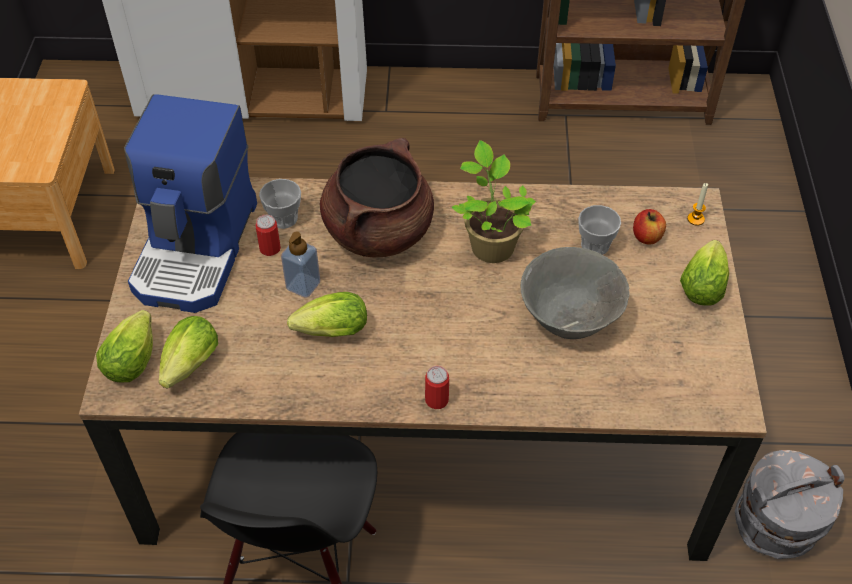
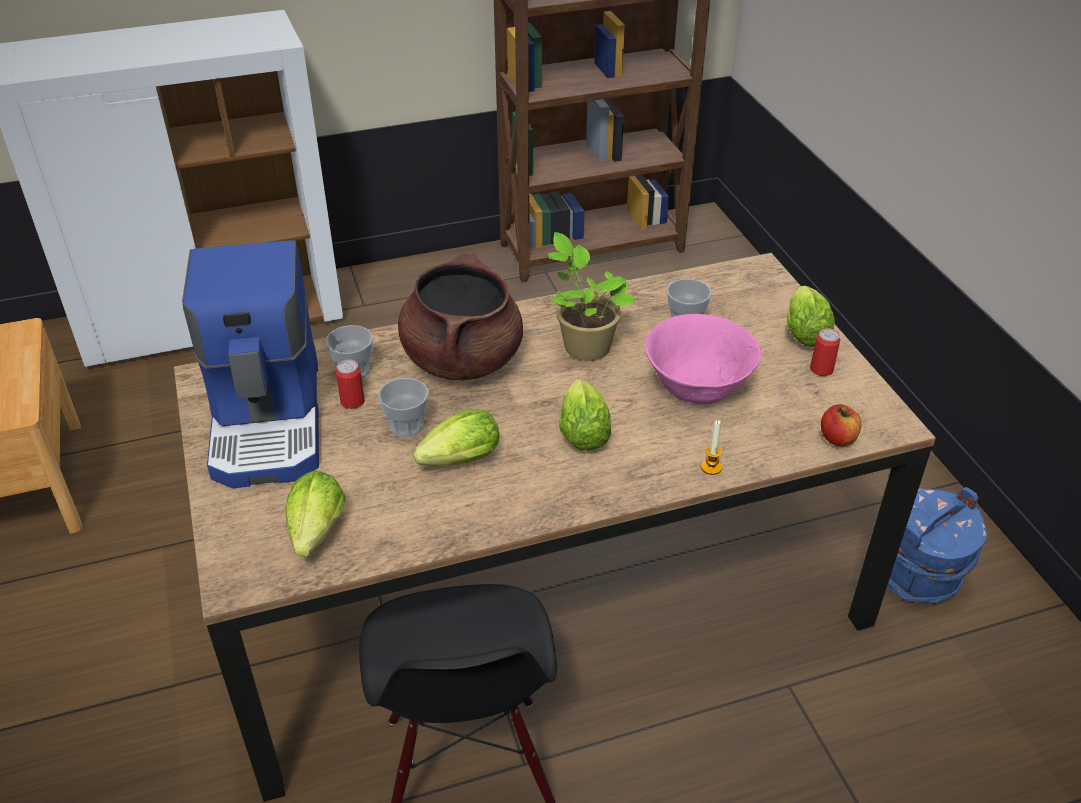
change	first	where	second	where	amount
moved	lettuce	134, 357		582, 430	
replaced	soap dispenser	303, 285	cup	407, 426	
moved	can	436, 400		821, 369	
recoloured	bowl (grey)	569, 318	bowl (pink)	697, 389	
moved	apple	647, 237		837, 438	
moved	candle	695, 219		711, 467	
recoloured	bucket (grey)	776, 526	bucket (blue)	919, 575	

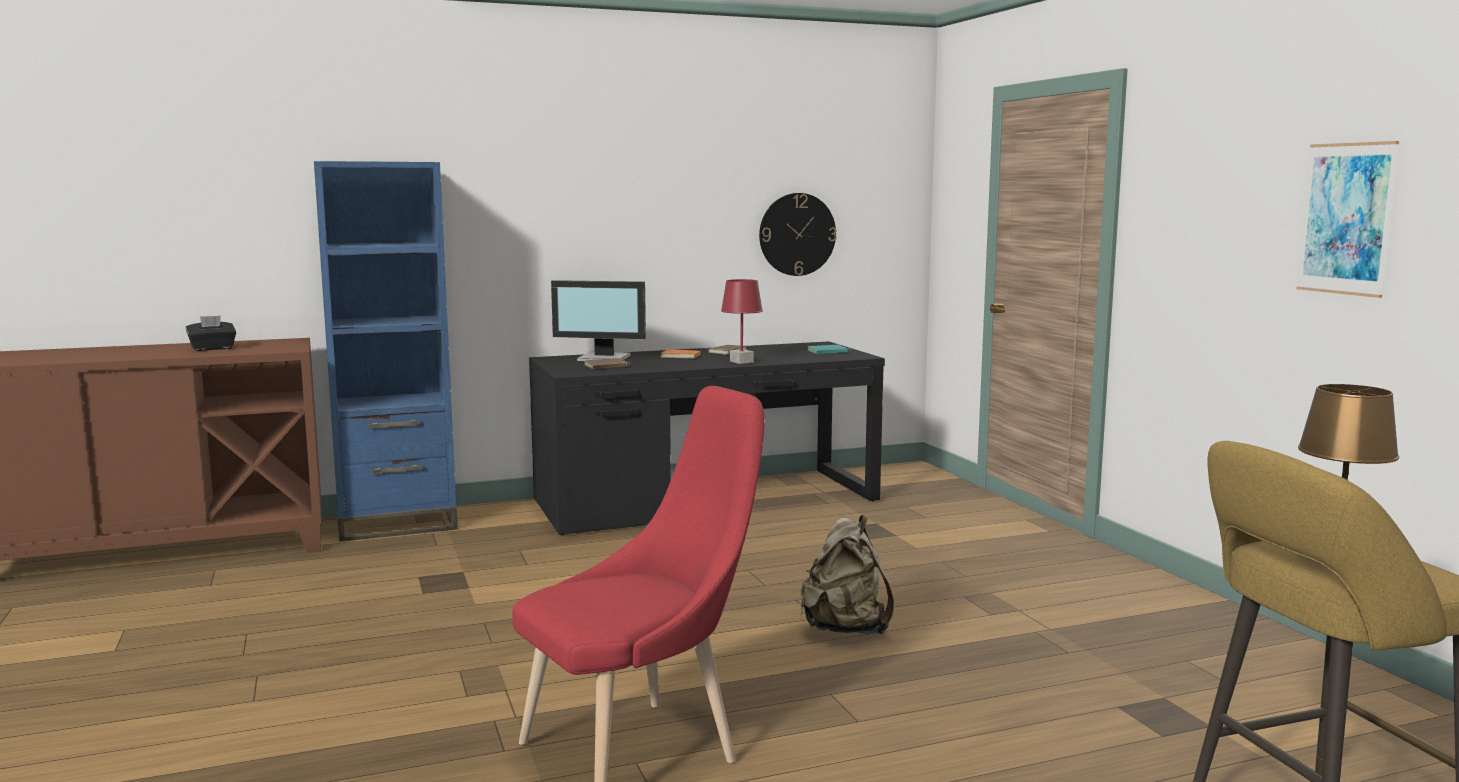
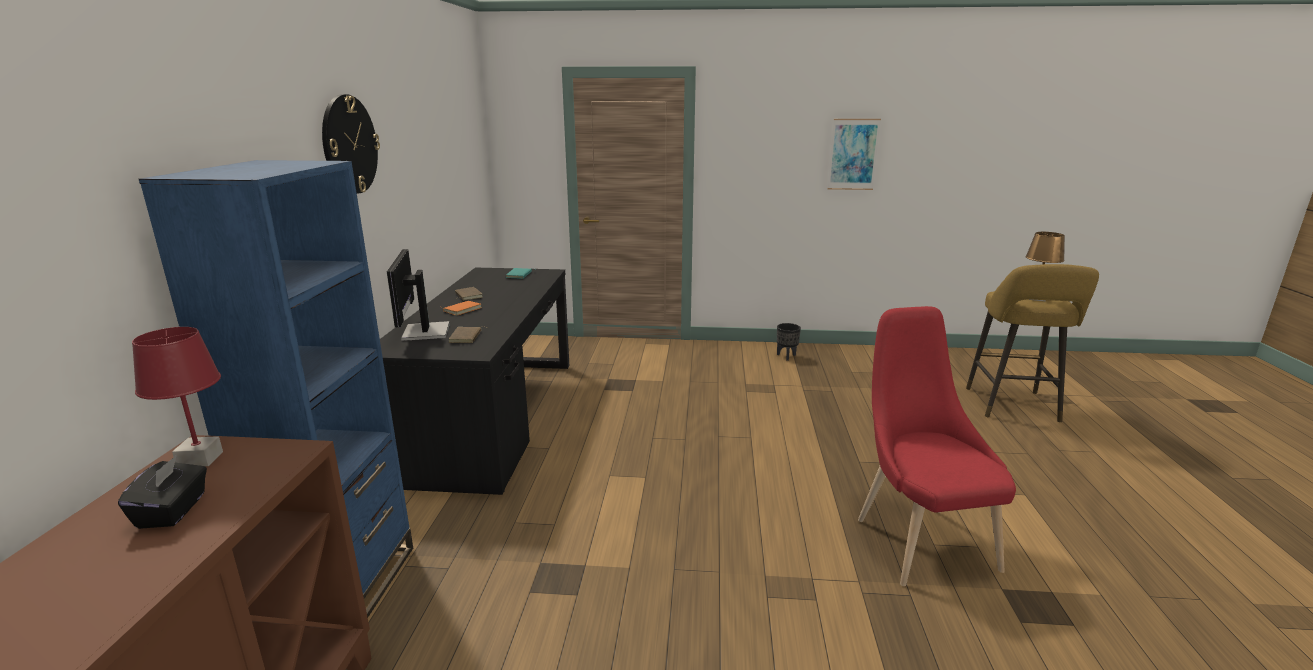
change	first	where	second	where	amount
turned	monitor	604, 358		423, 332	135 degrees clockwise
moved	table lamp (red)	741, 362		199, 460	
moved	wall clock	797, 234		349, 144	
removed	backpack (beige)	845, 629			
added			planter (black)	786, 356	

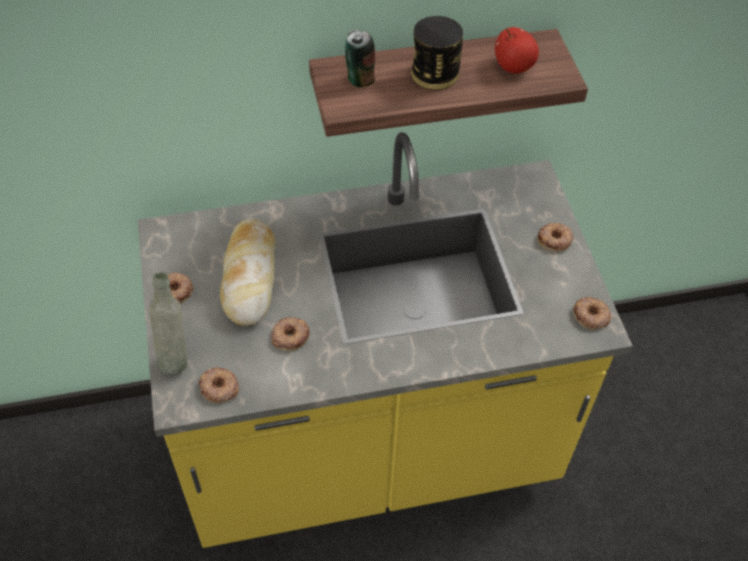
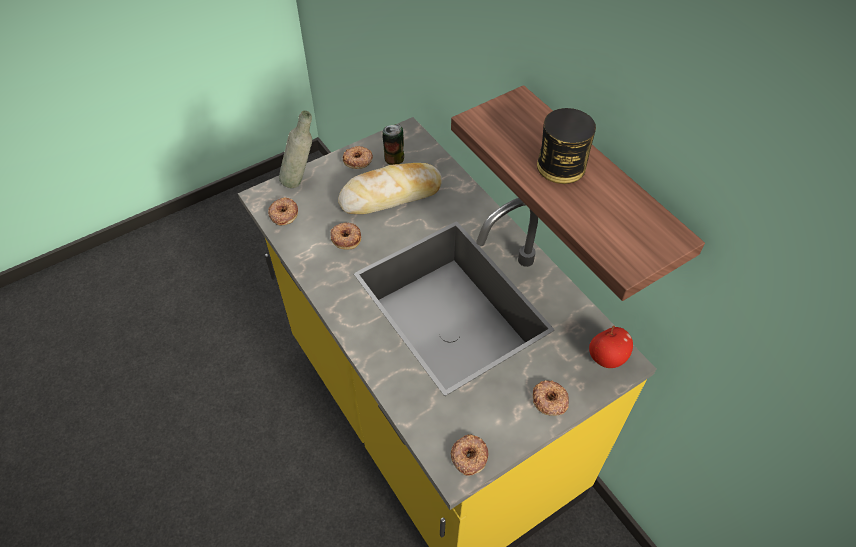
change	first	where	second	where	amount
moved	can	359, 79		394, 158	
moved	apple	513, 67		607, 357	

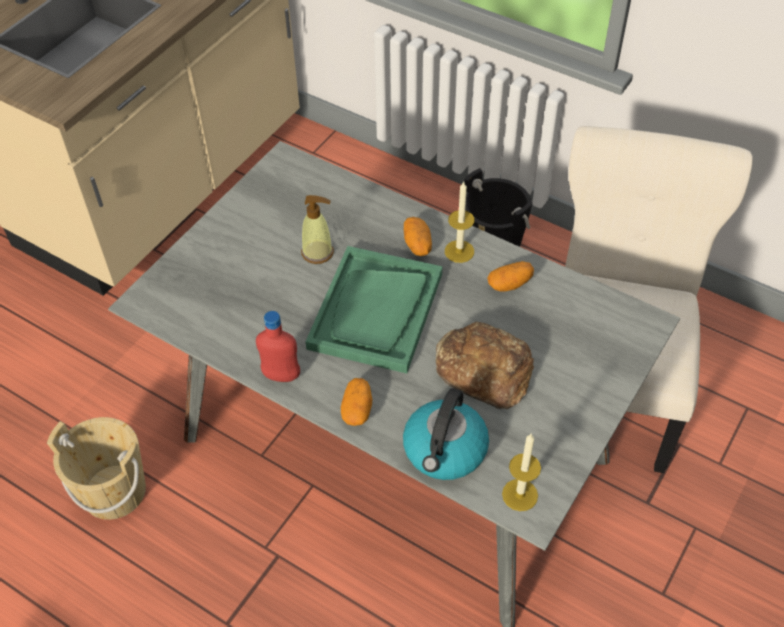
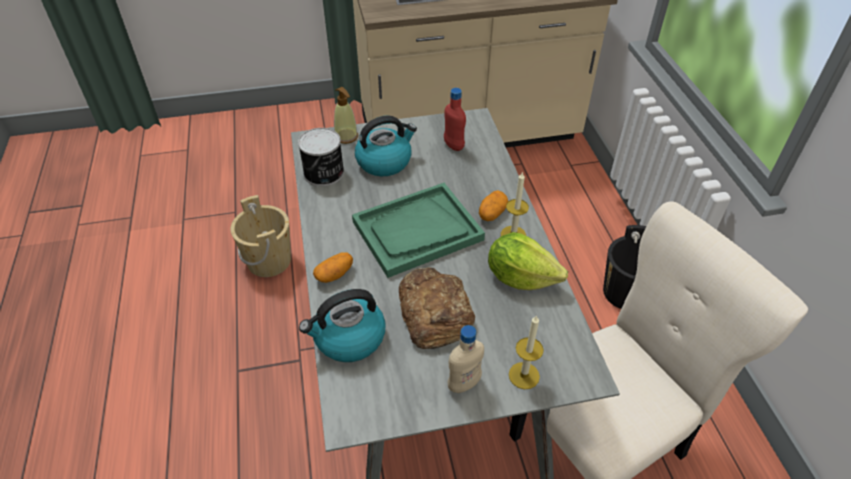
change	first	where	second	where	amount
moved	bottle (red)	281, 375		453, 146	
moved	soap dispenser	318, 252		346, 137	
replaced	potato	509, 284	lettuce	520, 277	
moved	candle	520, 495		524, 375	
added			can	324, 173	
added			kettle	384, 161	
added			bottle (beige)	464, 384	

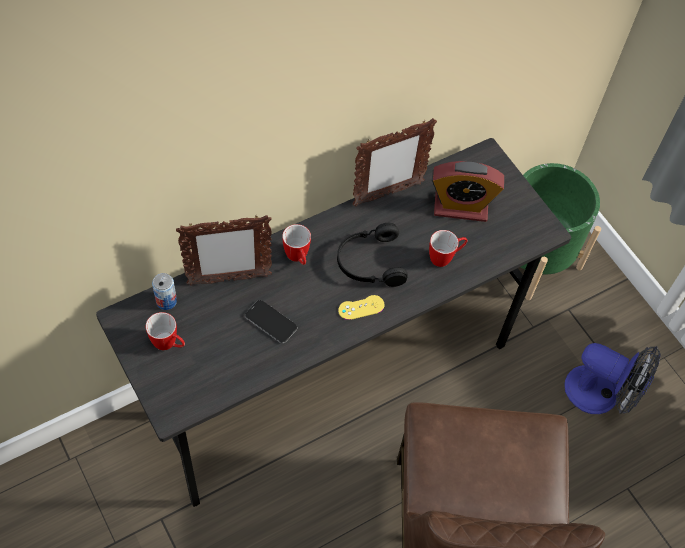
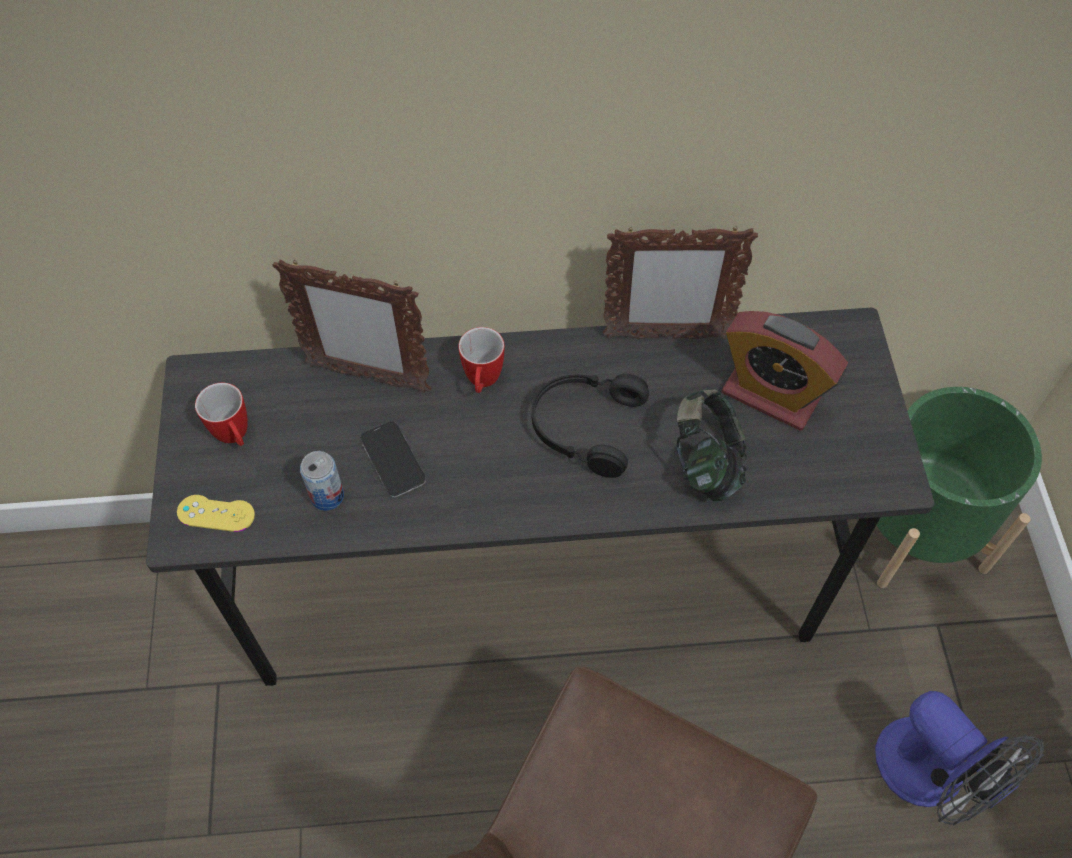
change	first	where	second	where	amount
moved	can	166, 301		327, 496	
moved	game controller (yellow)	361, 307		216, 513	
replaced	mug	445, 258	headphones	706, 462	

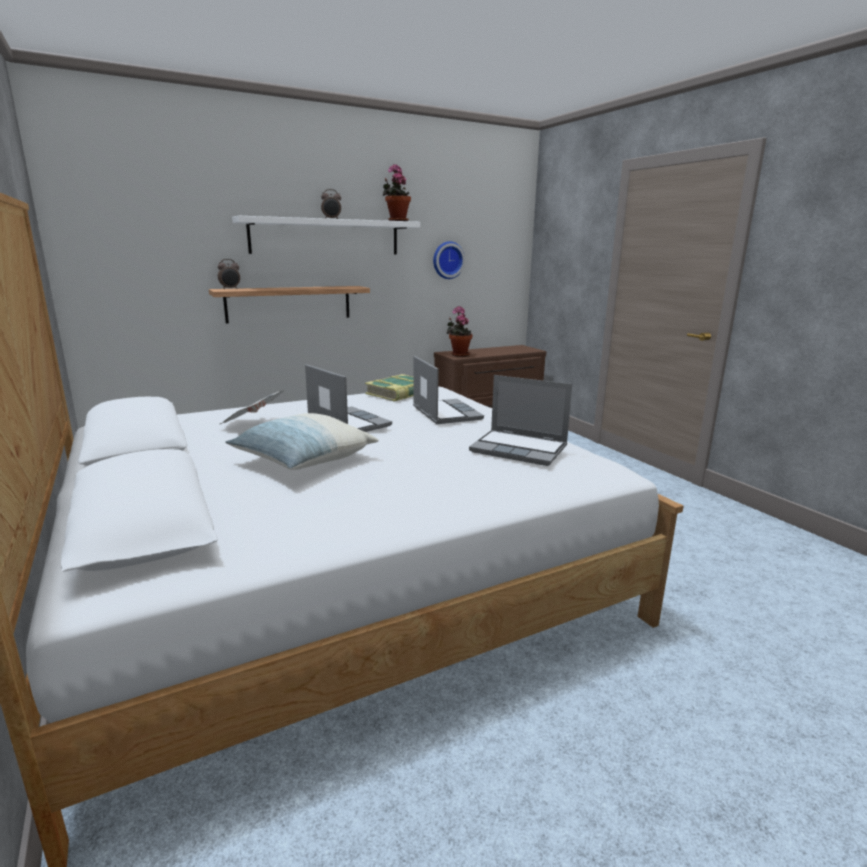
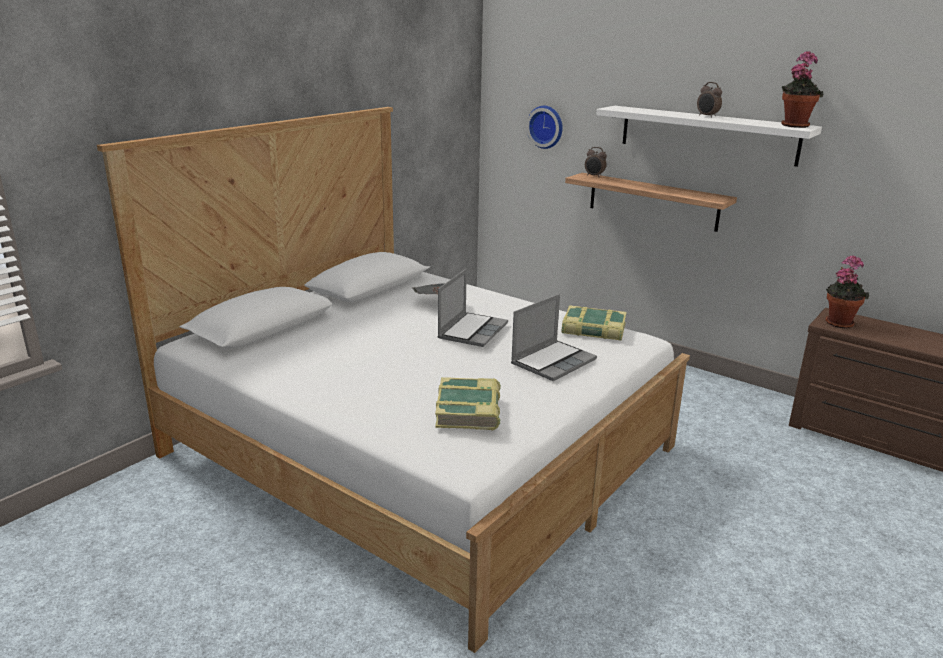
change	first	where	second	where	amount
removed	pillow	303, 461			
moved	wall clock	447, 260		546, 126	
replaced	laptop	520, 449	book	469, 410	

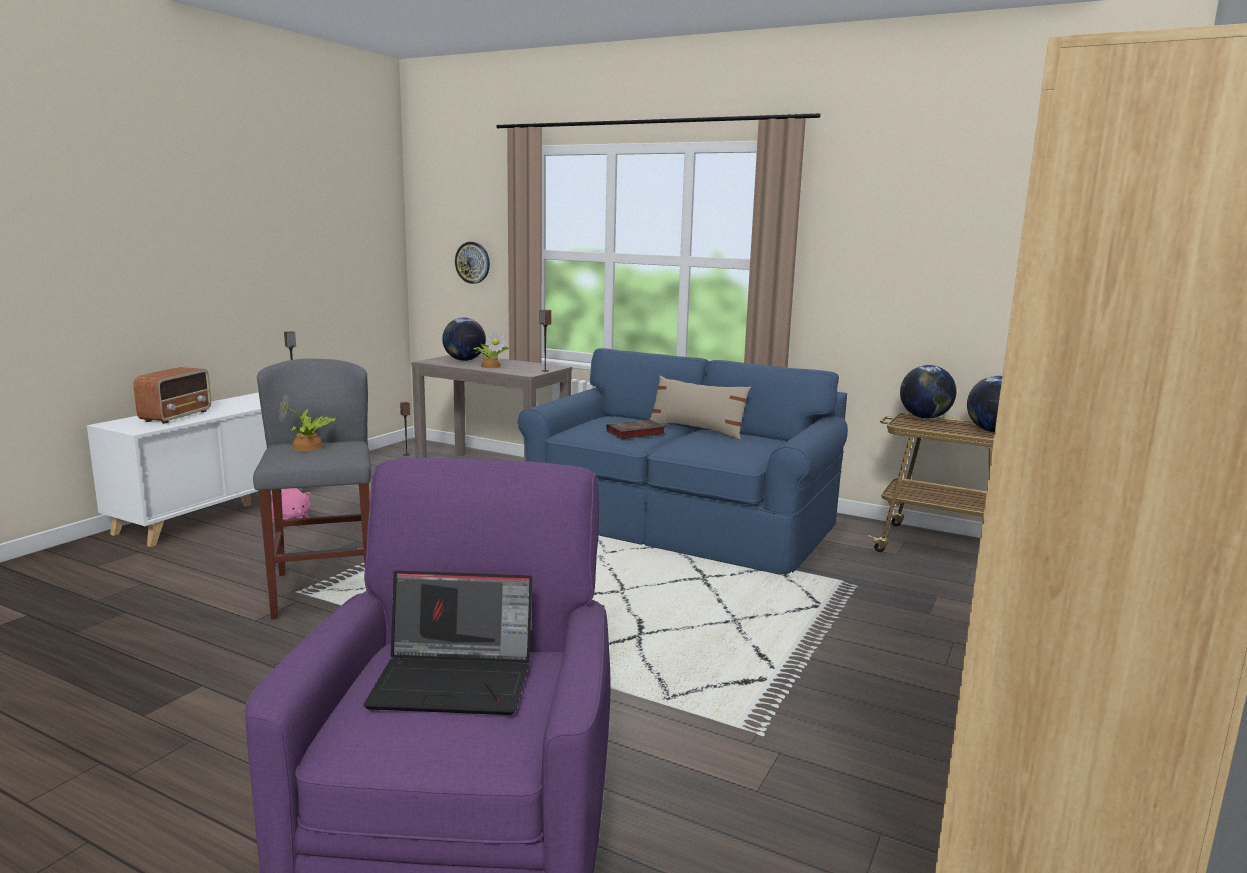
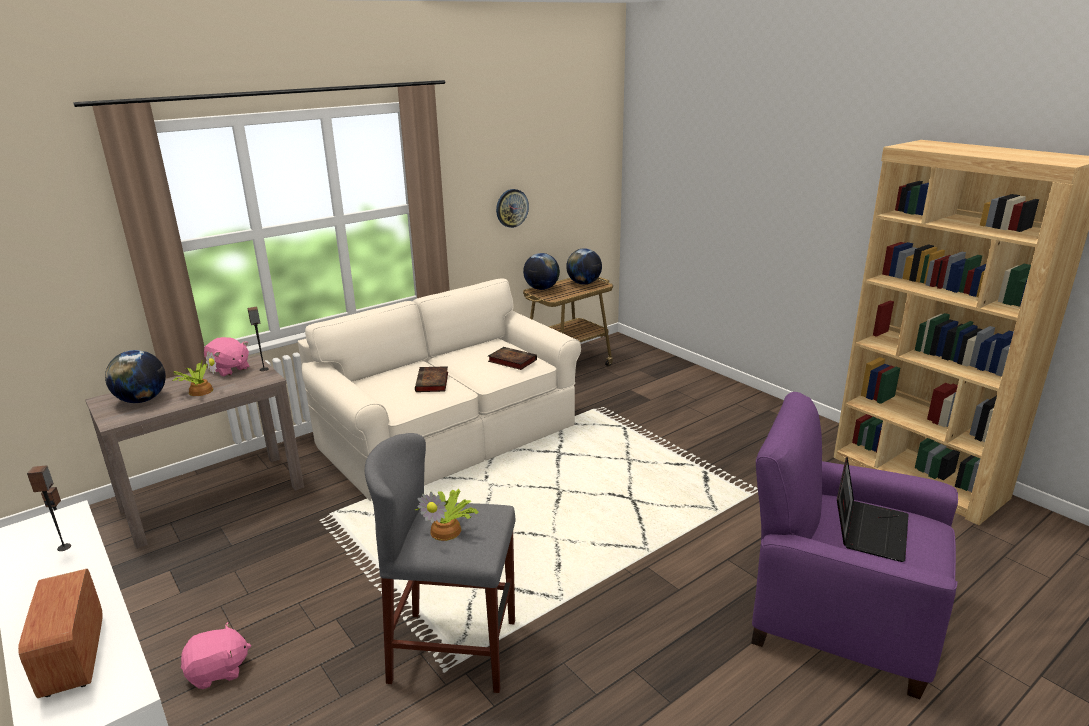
change	first	where	second	where	amount
turned	radio	177, 416		73, 659	150 degrees counterclockwise
moved	wall clock	473, 262		511, 208	
recoloured	sofa (blue)	681, 521	sofa (beige)	449, 434	
removed	pillow (beige)	697, 430			
added			plush toy (pink)	229, 369	
added			book	511, 361	

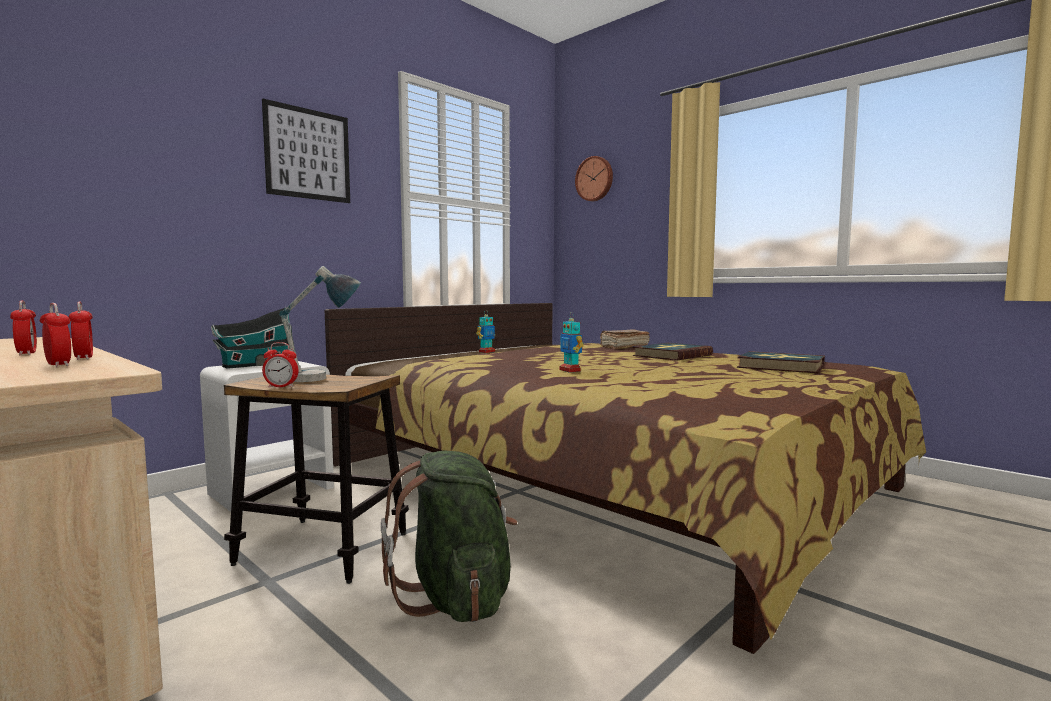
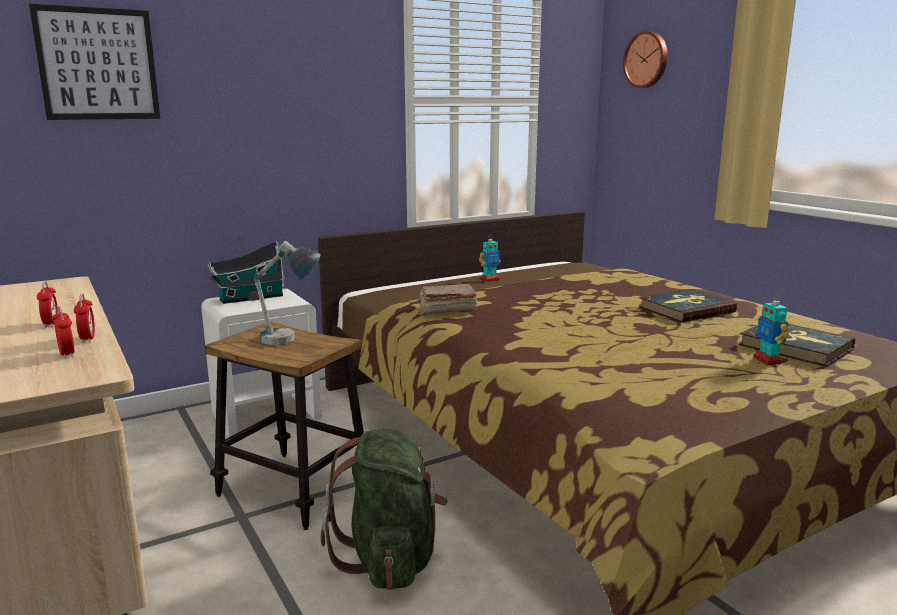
change	first	where	second	where	amount
moved	picture	308, 154		98, 64	
removed	alarm clock	281, 387			
moved	toy robot	570, 370		767, 360	
moved	book (brown)	623, 347		446, 309	

